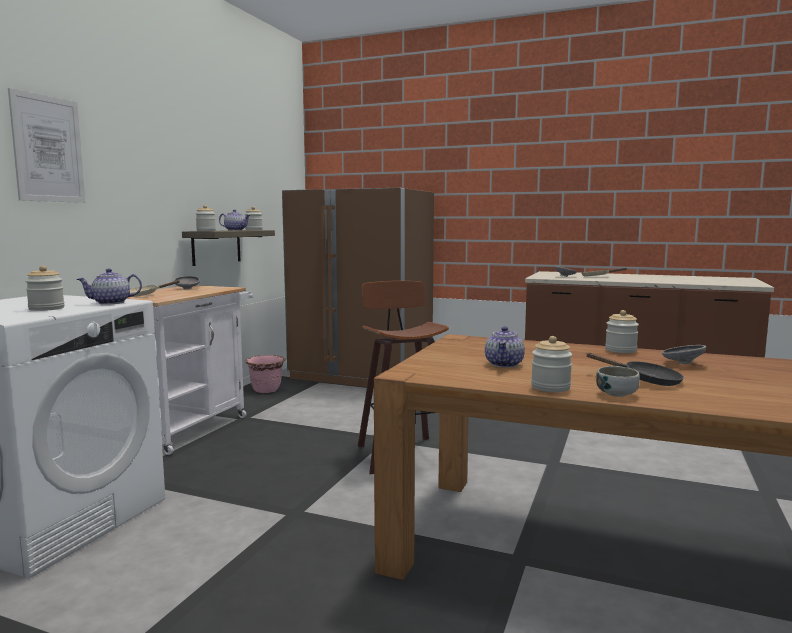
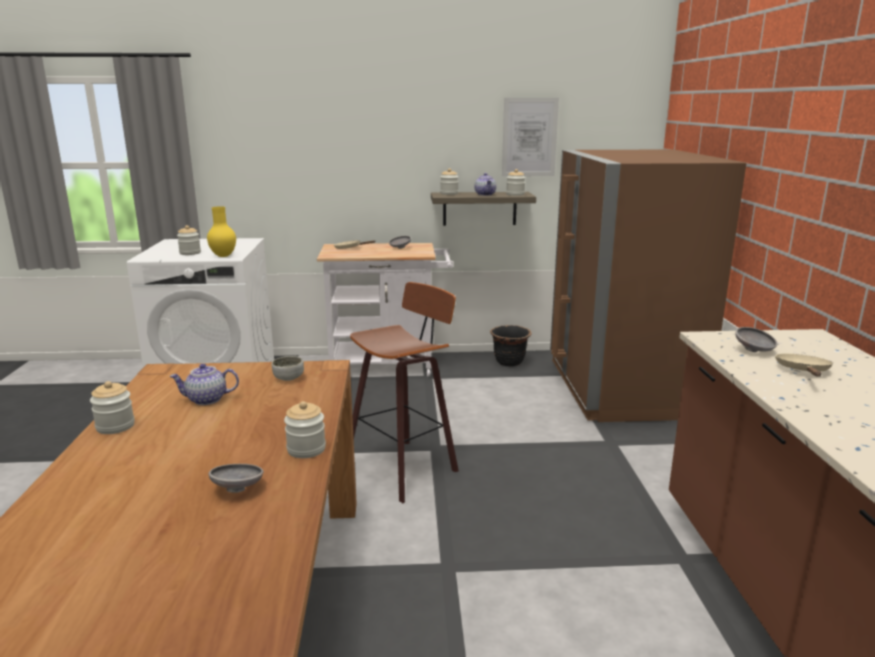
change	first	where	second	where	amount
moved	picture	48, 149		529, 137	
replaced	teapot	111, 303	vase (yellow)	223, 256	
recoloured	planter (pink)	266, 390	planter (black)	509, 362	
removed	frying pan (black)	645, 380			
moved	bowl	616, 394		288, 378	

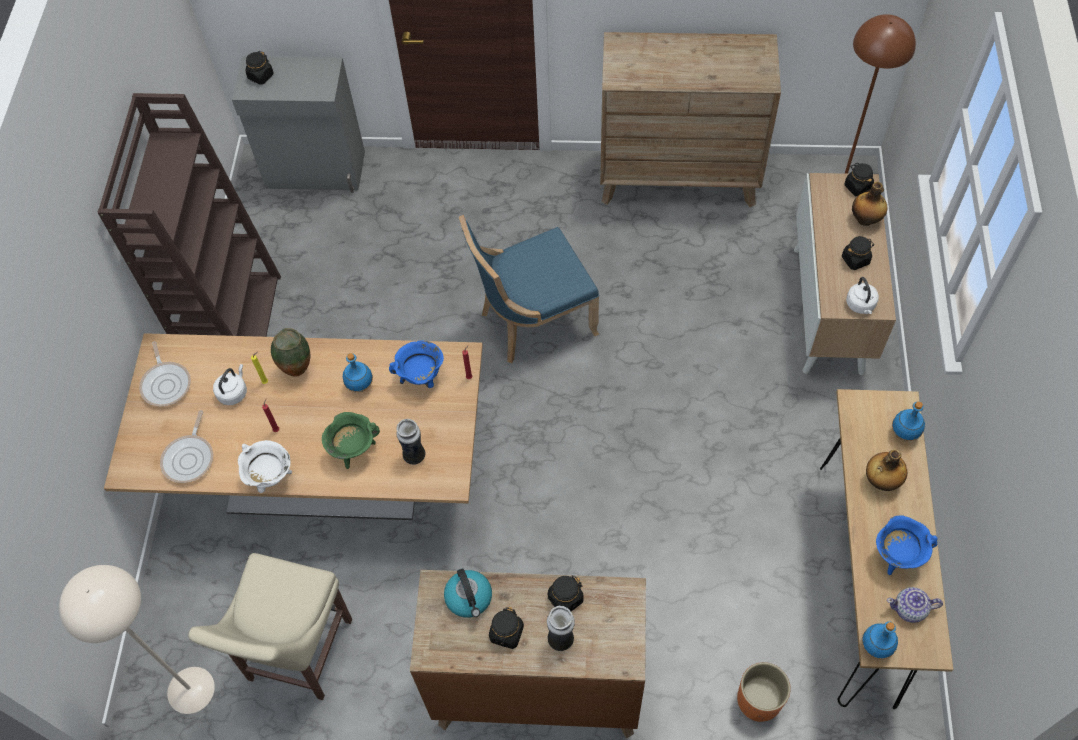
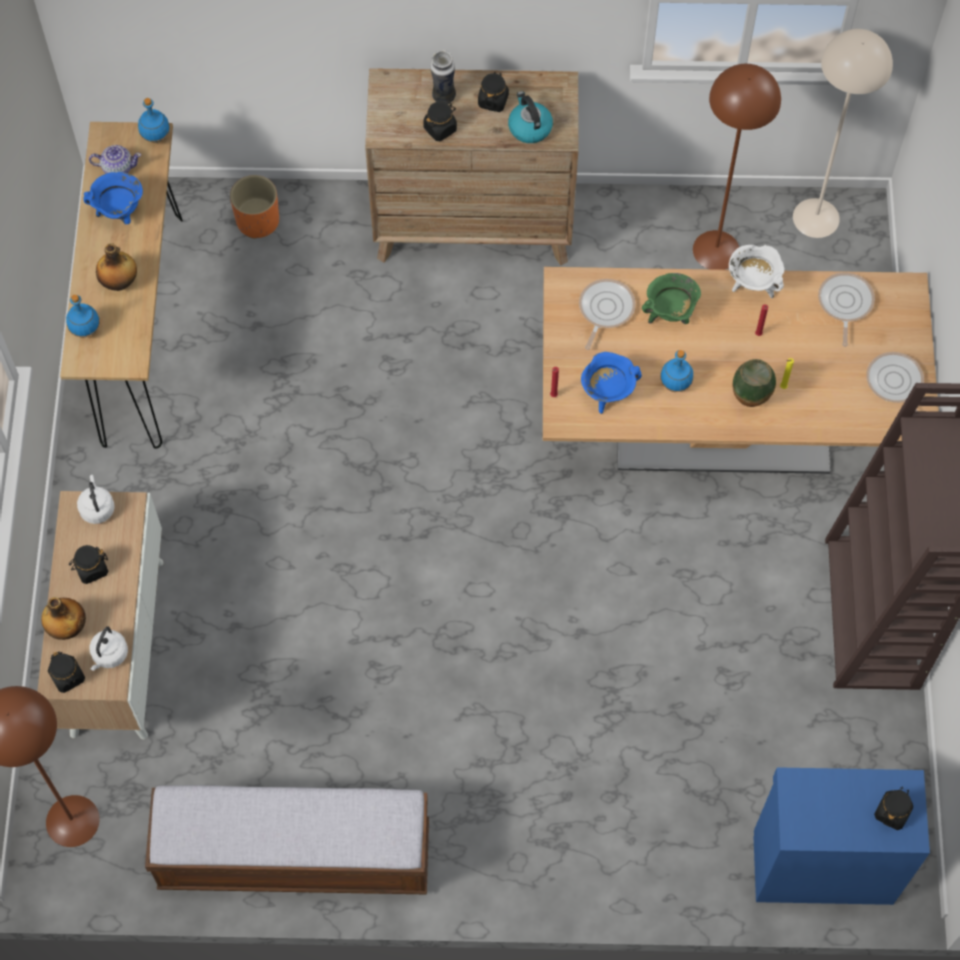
change	first	where	second	where	amount
replaced	chair (beige)	297, 655	floor lamp (brown)	716, 250	
moved	kettle (white)	233, 392		109, 655	
recoloured	cabinet (grey)	316, 171	cabinet (blue)	821, 864	
replaced	vase	414, 455	frying pan	604, 310	
removed	chair (blue)	533, 321			
replaced	dresser (brown)	678, 177	bench	294, 856	

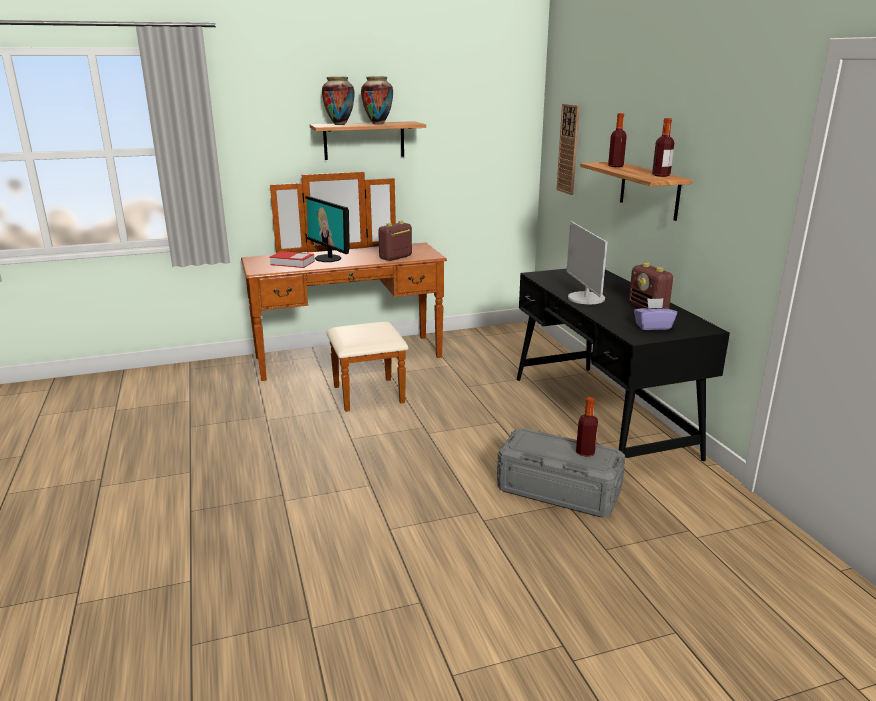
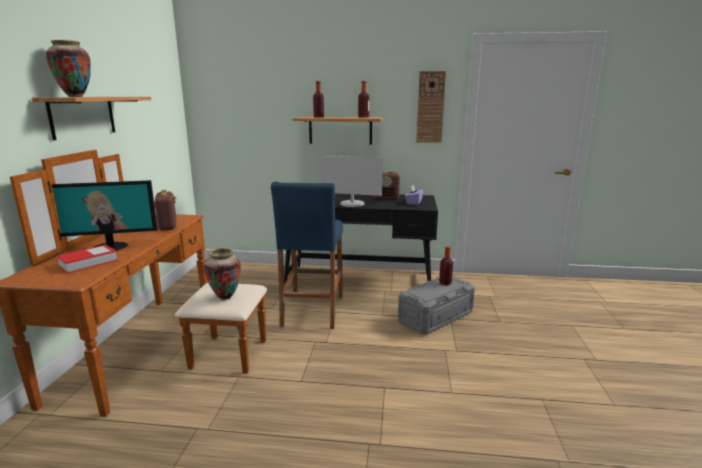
change	first	where	second	where	amount
moved	vase	378, 124		225, 297	
moved	wall clock	568, 149		430, 107	
added			stool (blue)	312, 310	

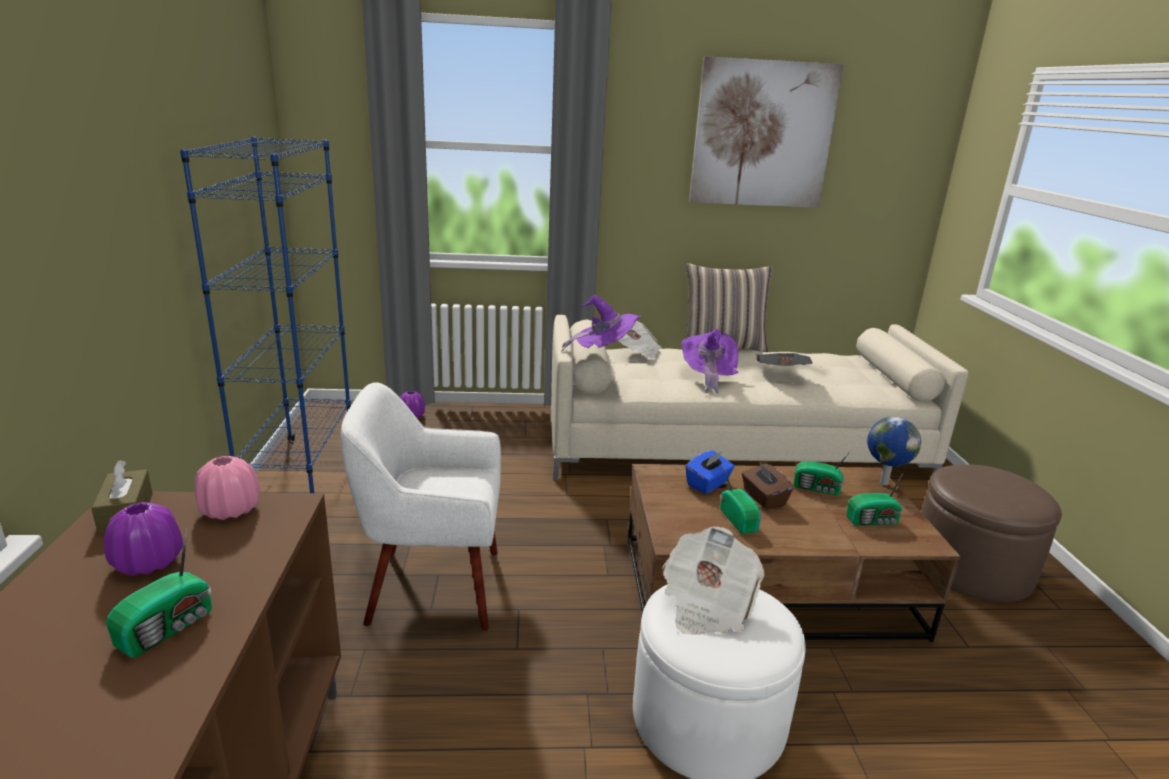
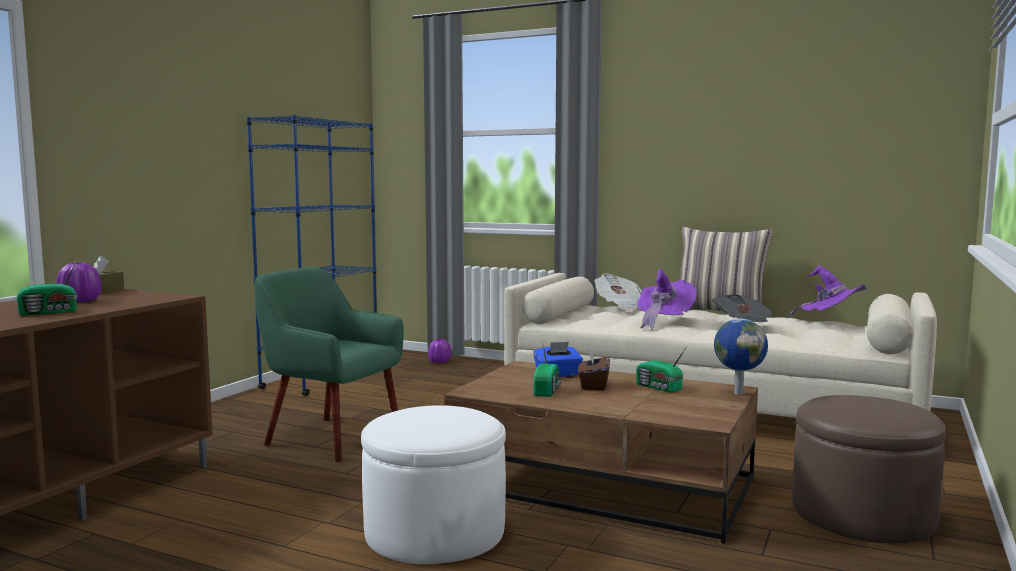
change	first	where	second	where	amount
removed	vase (pink)	230, 510			
recoloured	armchair (white)	433, 586	armchair (green)	332, 437	
moved	hat (purple)	604, 352		829, 321	
removed	newspaper	706, 604			
removed	picture	763, 135			
removed	radio	873, 521			

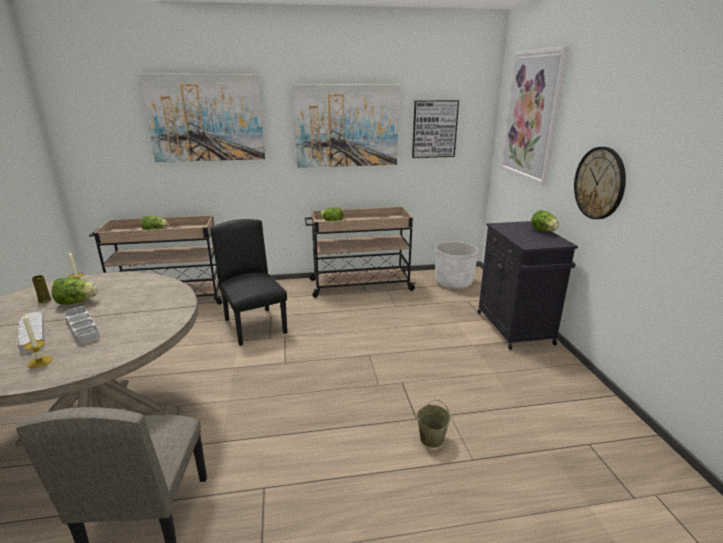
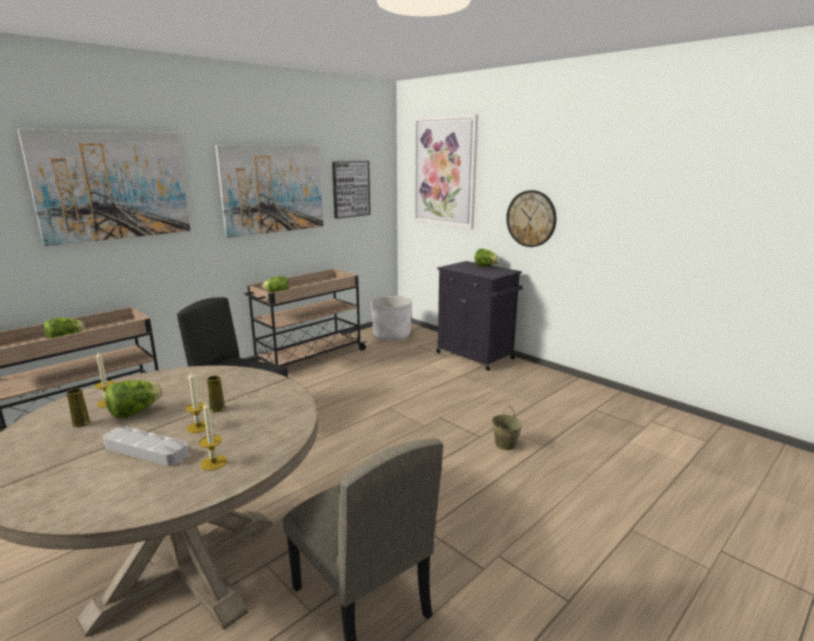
change	first	where	second	where	amount
replaced	tray (grey)	82, 328	candle	198, 427	
added			vase (yellow)	217, 409	

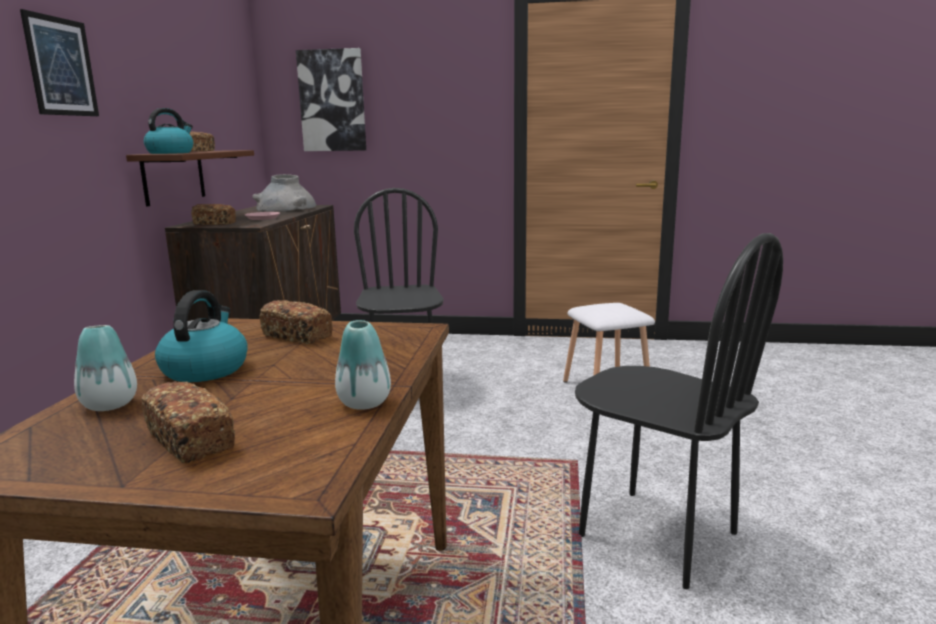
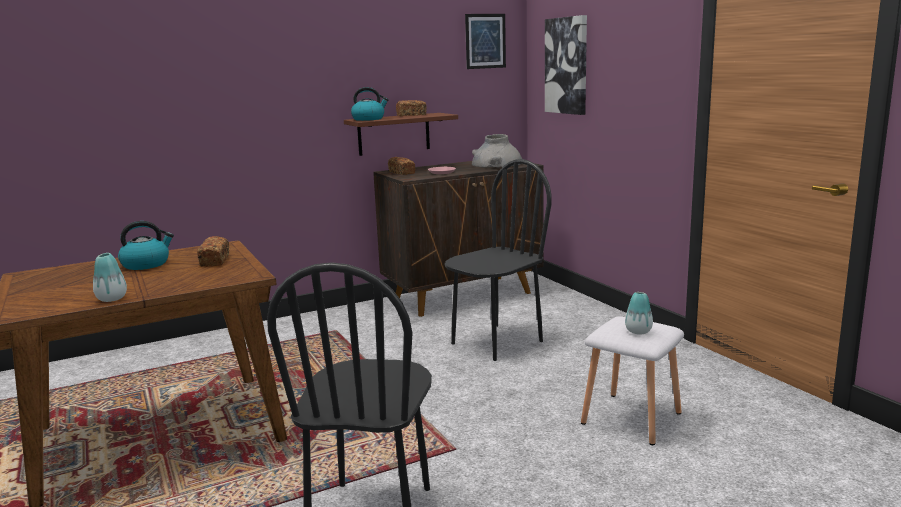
change	first	where	second	where	amount
moved	picture	61, 67		485, 41	
moved	vase	110, 405		638, 331	
removed	bread	191, 441			

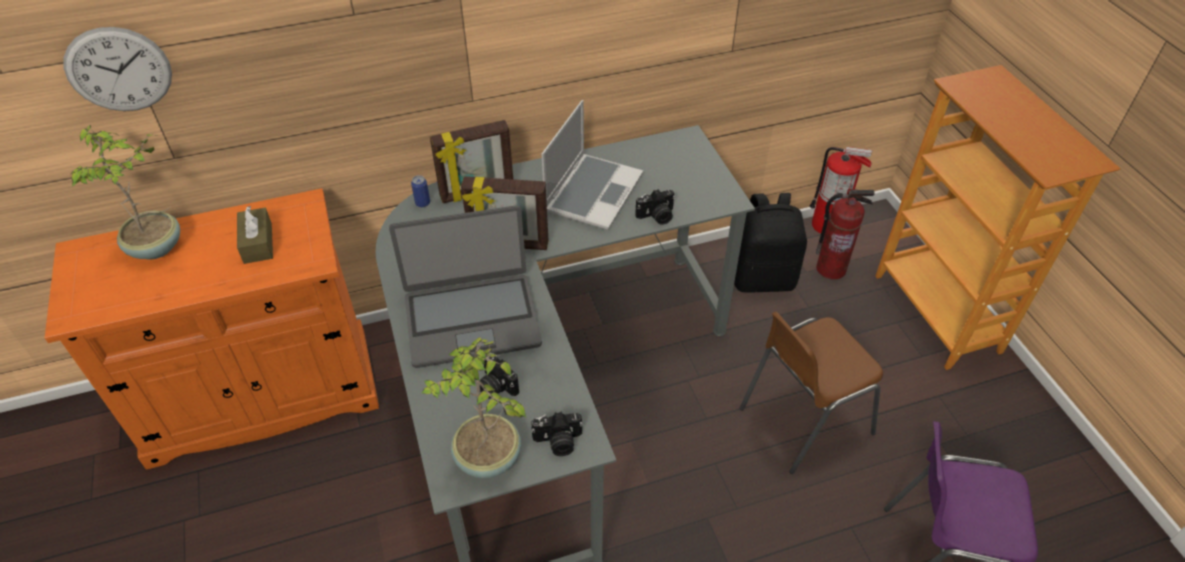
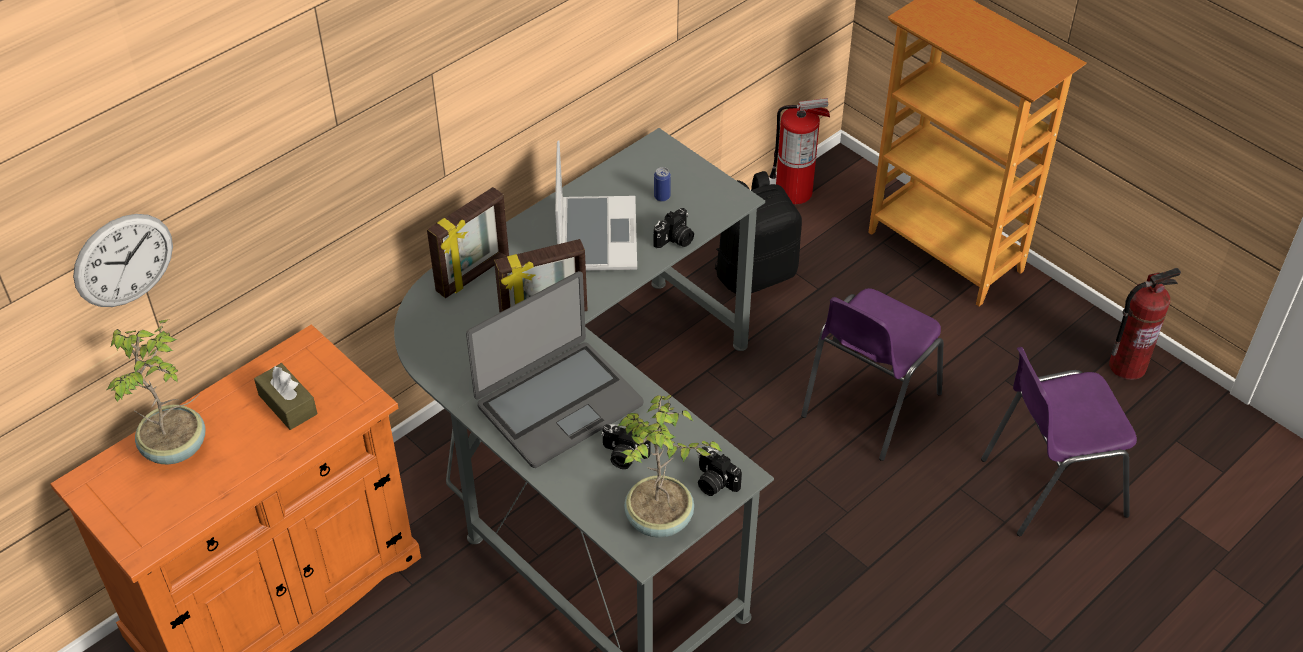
change	first	where	second	where	amount
moved	can	422, 203		662, 197	
turned	photo camera	558, 442		714, 482	75 degrees clockwise
recoloured	chair (brown)	802, 421	chair (purple)	867, 406	
moved	fire extinguisher	831, 269		1127, 365	

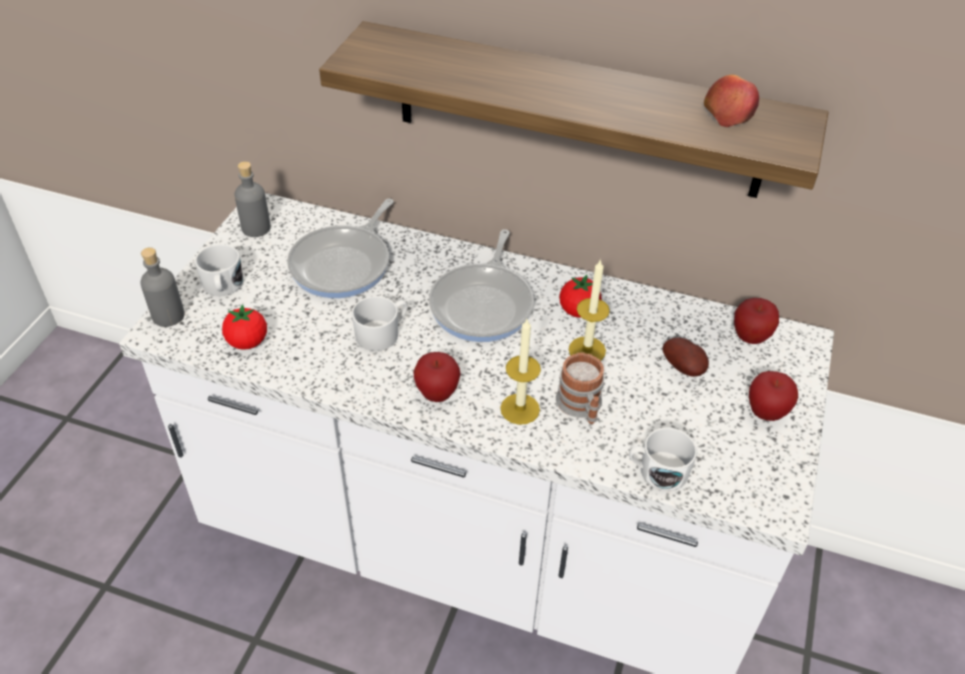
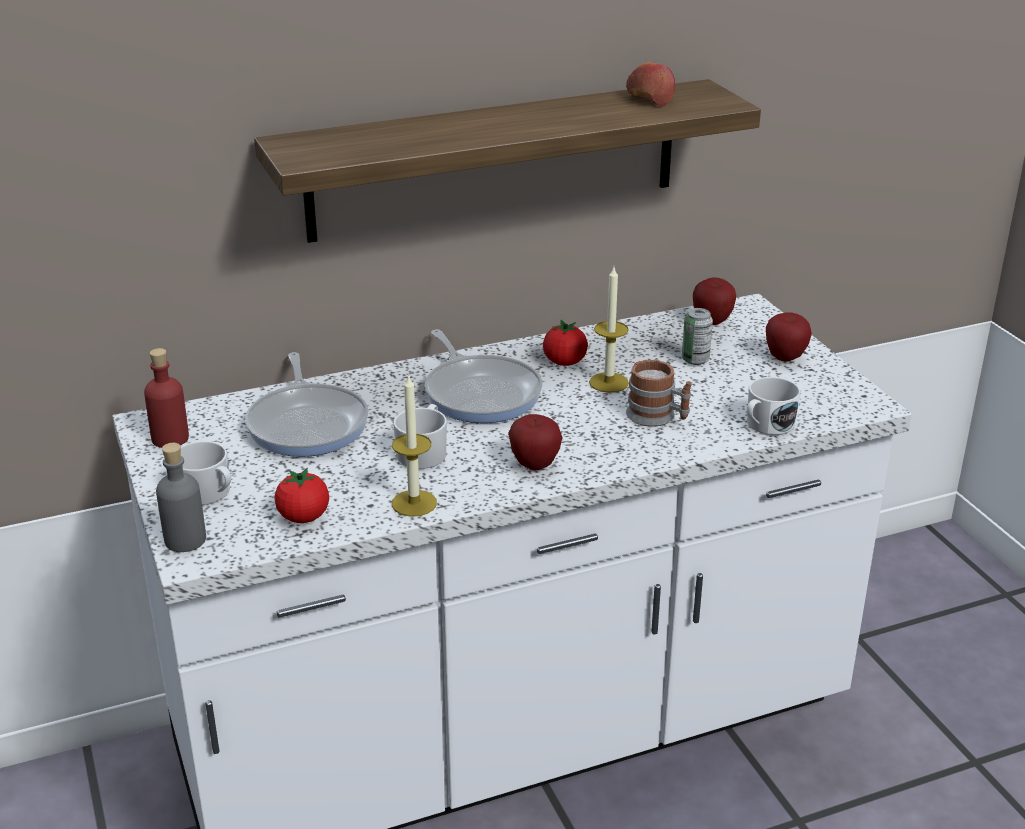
change	first	where	second	where	amount
recoloured	bottle (grey)	256, 228	bottle (red)	170, 438	
moved	candle	520, 409		414, 503	
replaced	potato	684, 368	can	695, 360	

